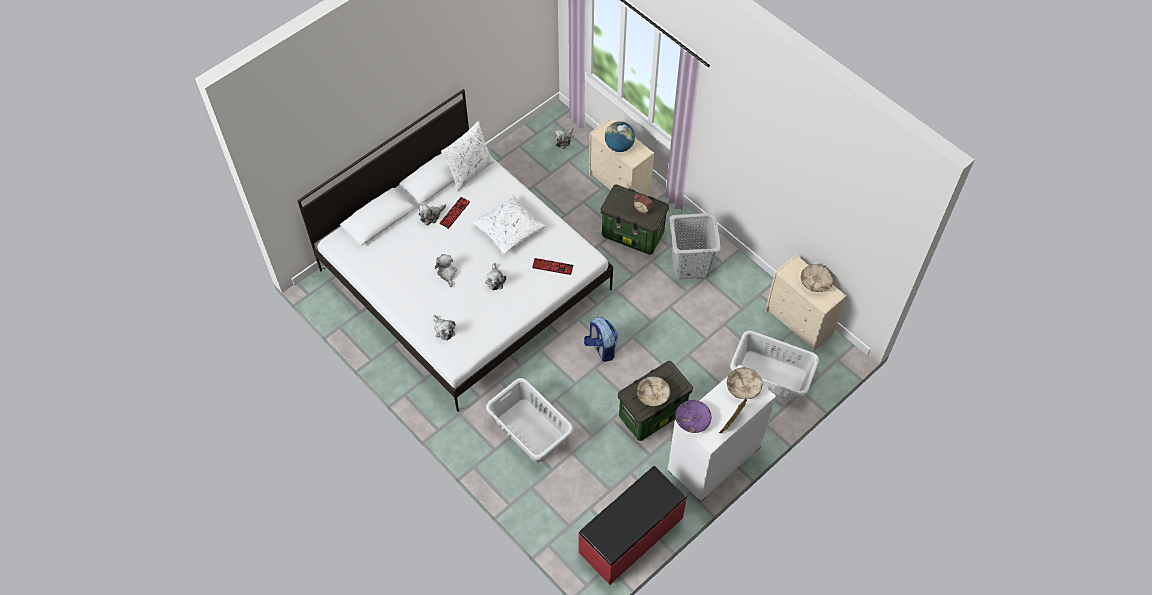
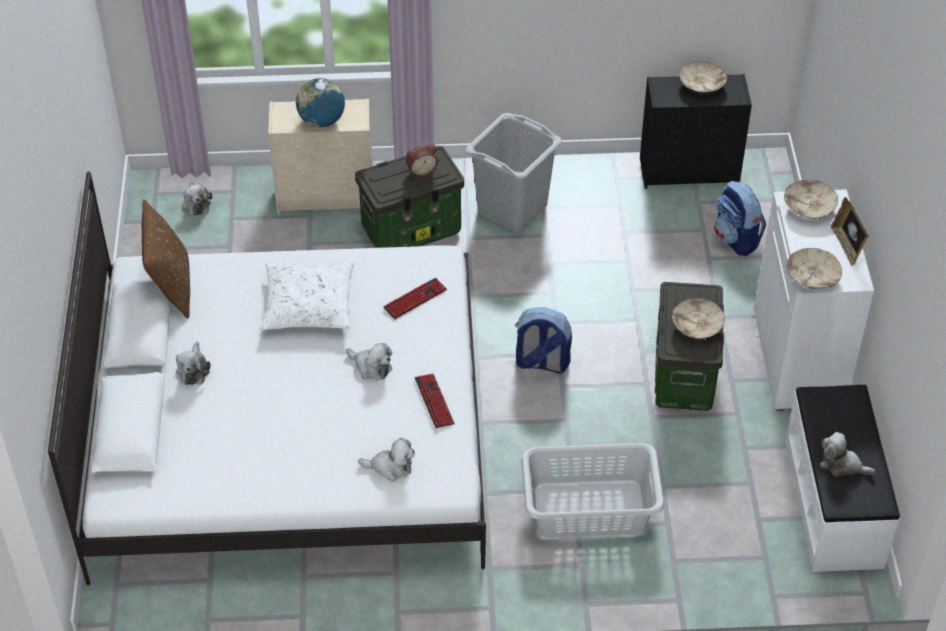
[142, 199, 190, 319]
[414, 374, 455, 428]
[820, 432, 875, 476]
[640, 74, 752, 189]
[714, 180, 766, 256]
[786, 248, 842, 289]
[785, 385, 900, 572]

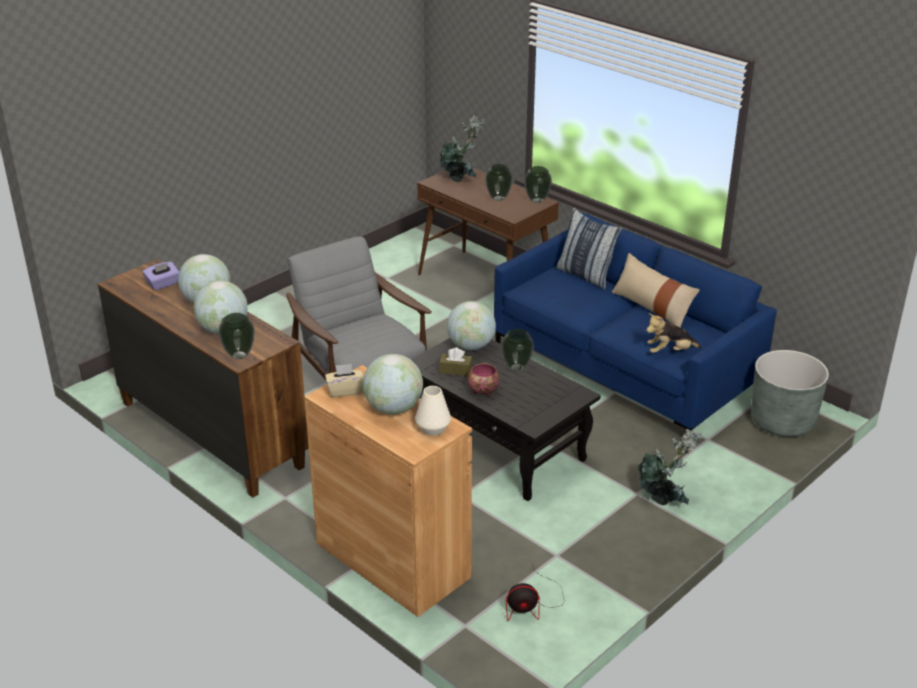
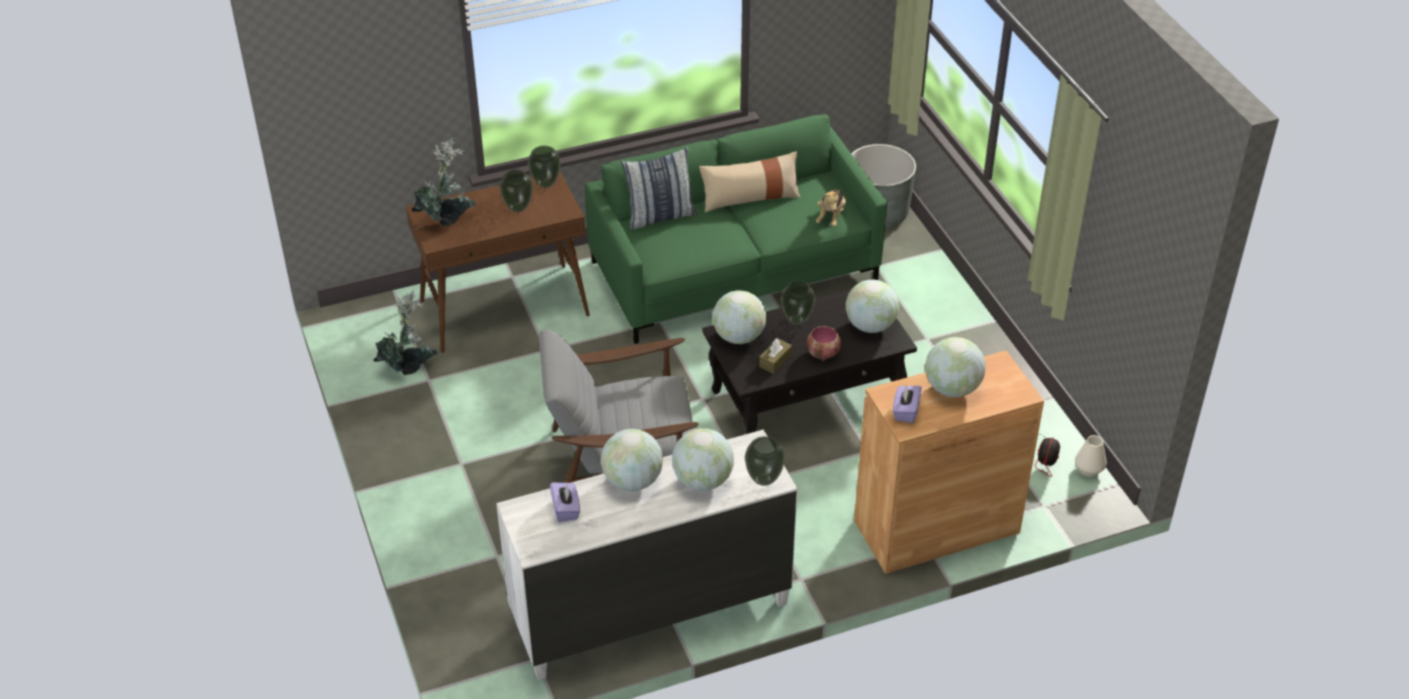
[585, 114, 887, 344]
[496, 430, 797, 680]
[893, 385, 922, 423]
[1075, 435, 1107, 477]
[373, 290, 438, 375]
[846, 280, 899, 333]

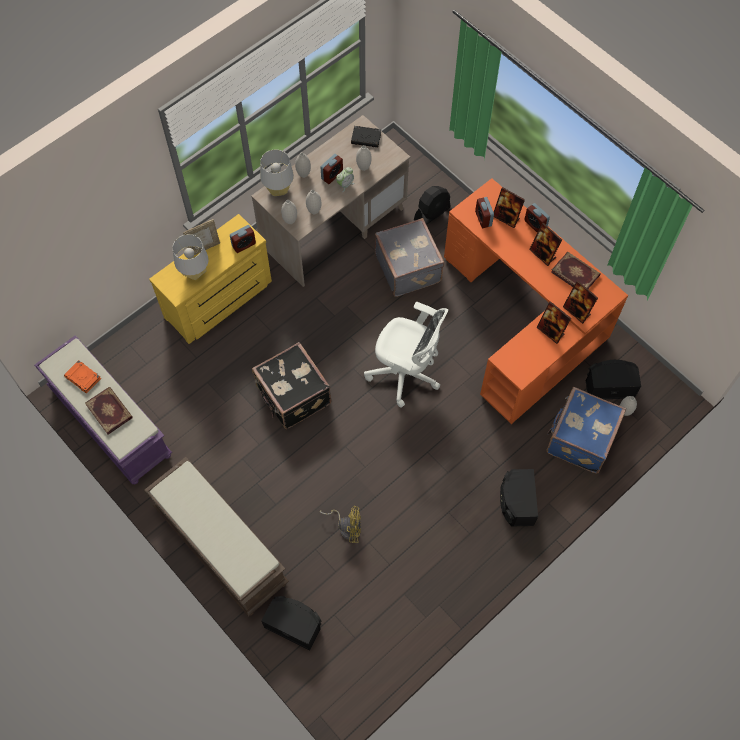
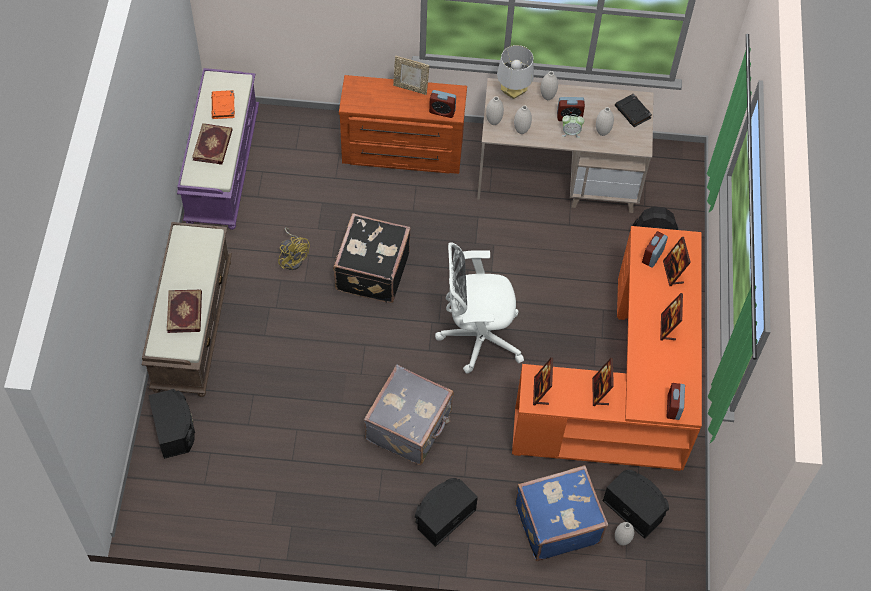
[667, 383, 685, 420]
[339, 75, 467, 174]
[364, 365, 454, 465]
[173, 234, 209, 280] (first image)
[167, 289, 202, 333]
[533, 357, 553, 405]
[435, 243, 524, 374]
[278, 227, 310, 270]

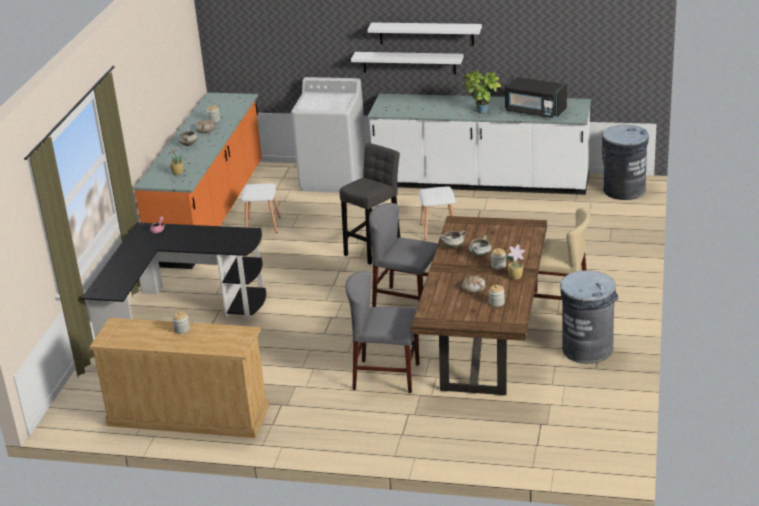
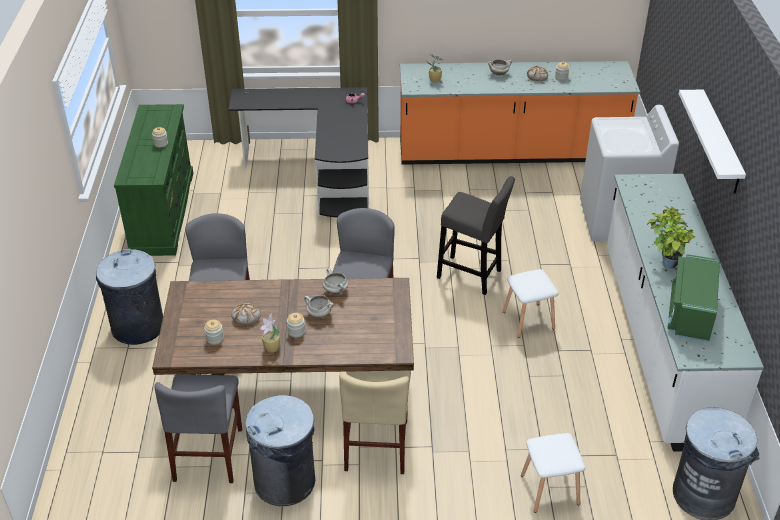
[351, 52, 464, 75] (first image)
[667, 254, 720, 342]
[521, 433, 585, 513]
[114, 104, 193, 256]
[96, 248, 163, 345]
[154, 374, 242, 483]

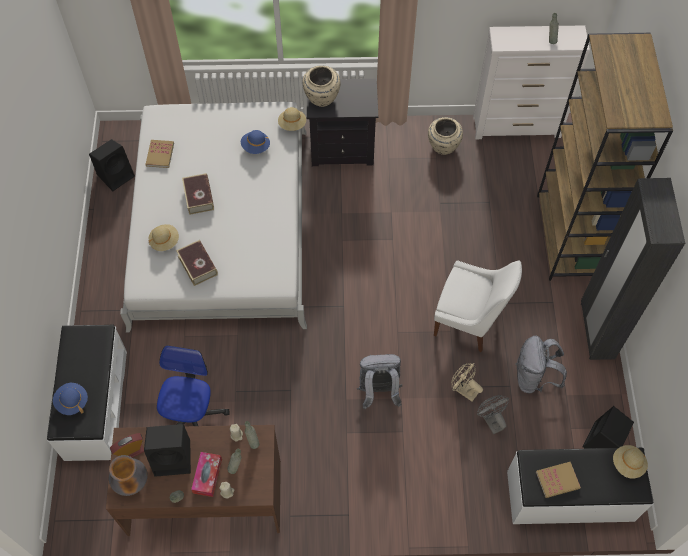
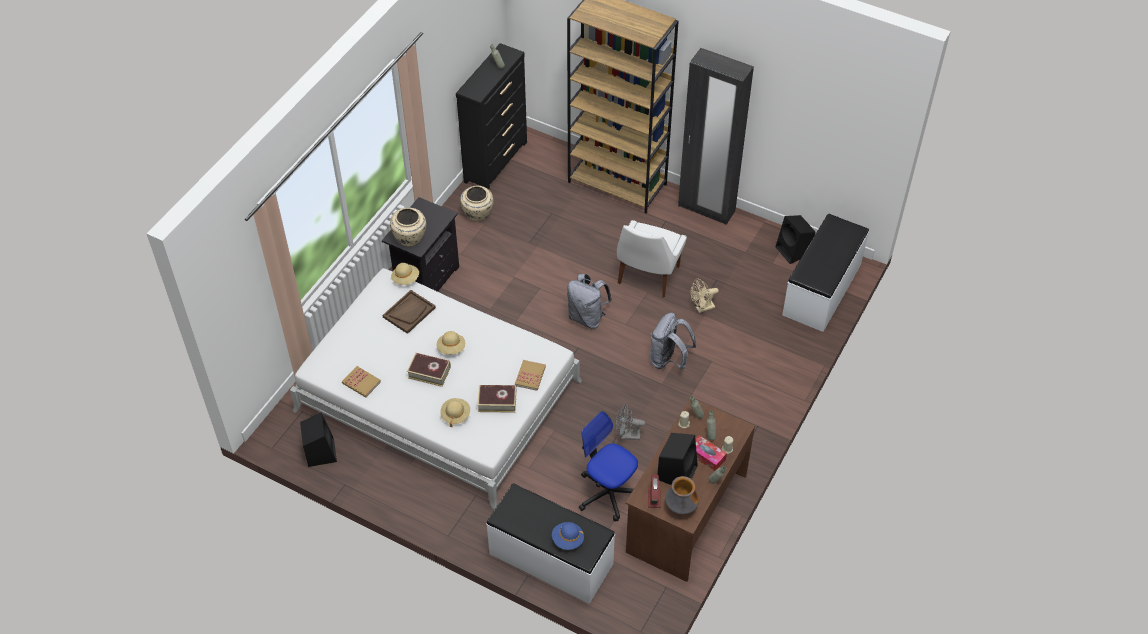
[456, 43, 527, 190]
[383, 290, 436, 334]
[617, 220, 687, 297]
[567, 274, 612, 329]
[615, 404, 646, 440]
[437, 331, 465, 355]
[515, 360, 546, 391]

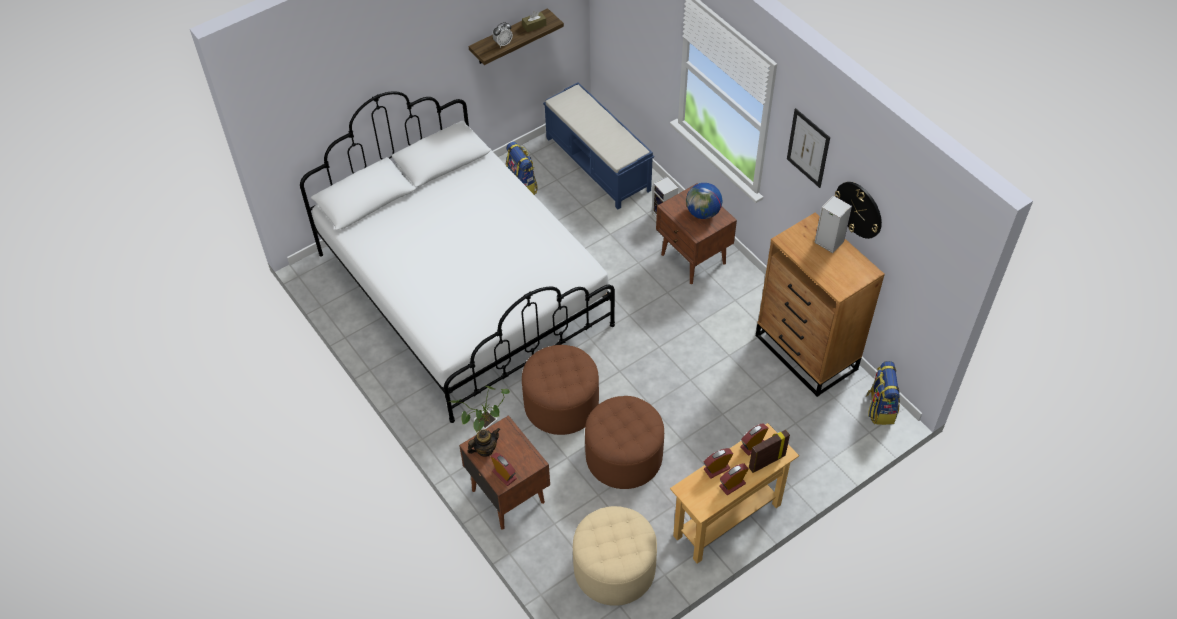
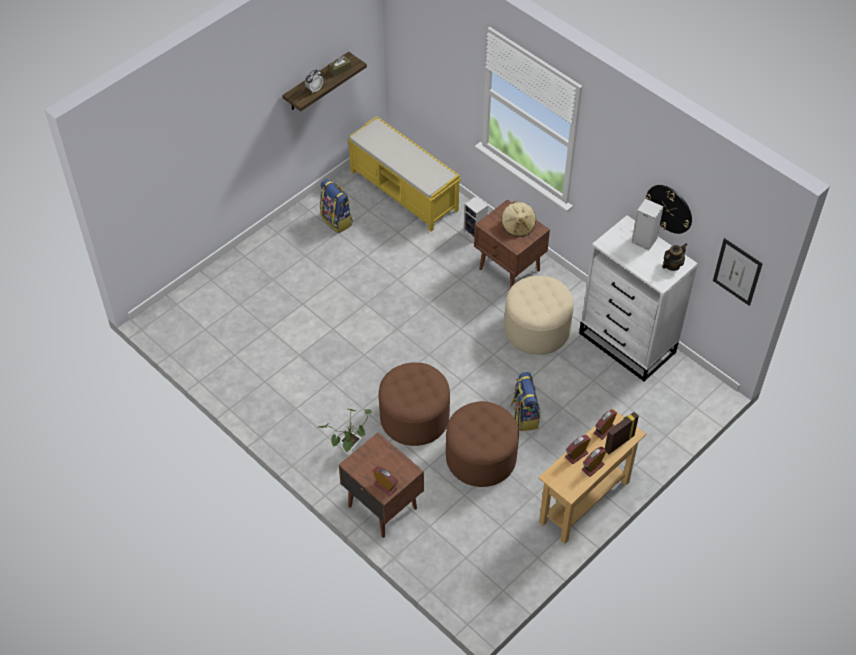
[347, 116, 461, 231]
[300, 92, 615, 423] (first image)
[713, 238, 763, 306]
[501, 201, 536, 237]
[579, 215, 698, 382]
[510, 372, 540, 431]
[662, 243, 687, 271]
[504, 276, 574, 355]

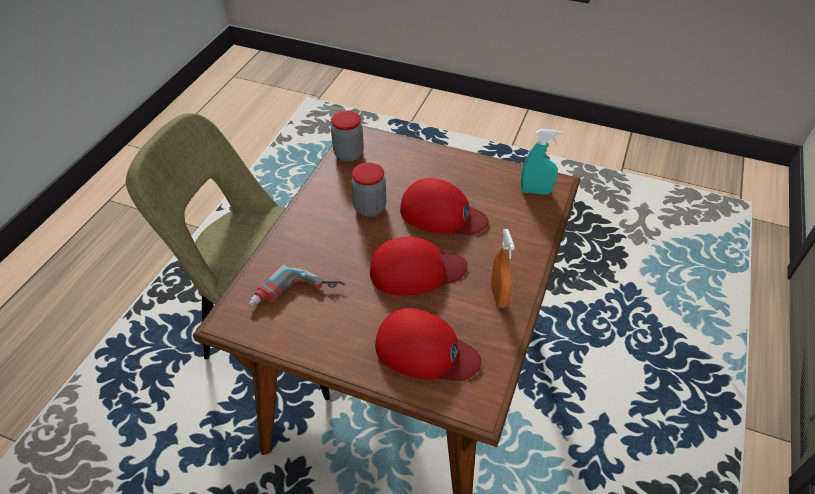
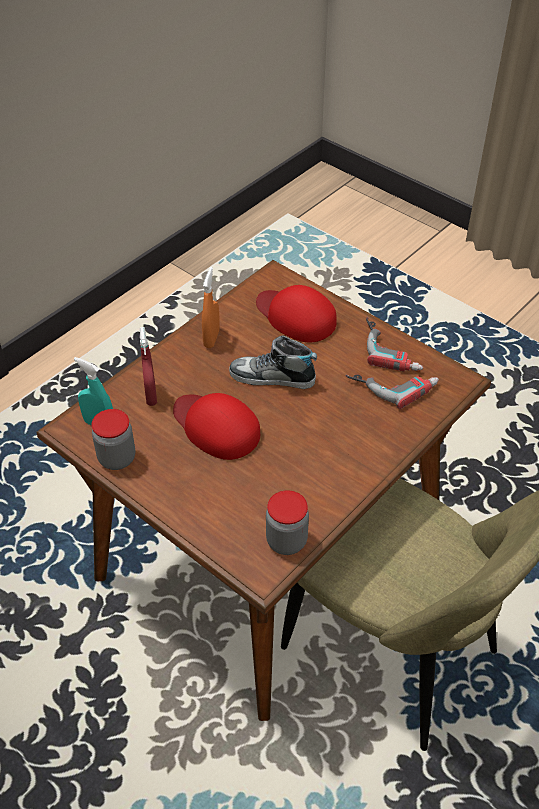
[91, 409, 135, 470]
[229, 335, 317, 389]
[366, 317, 423, 371]
[140, 327, 157, 406]

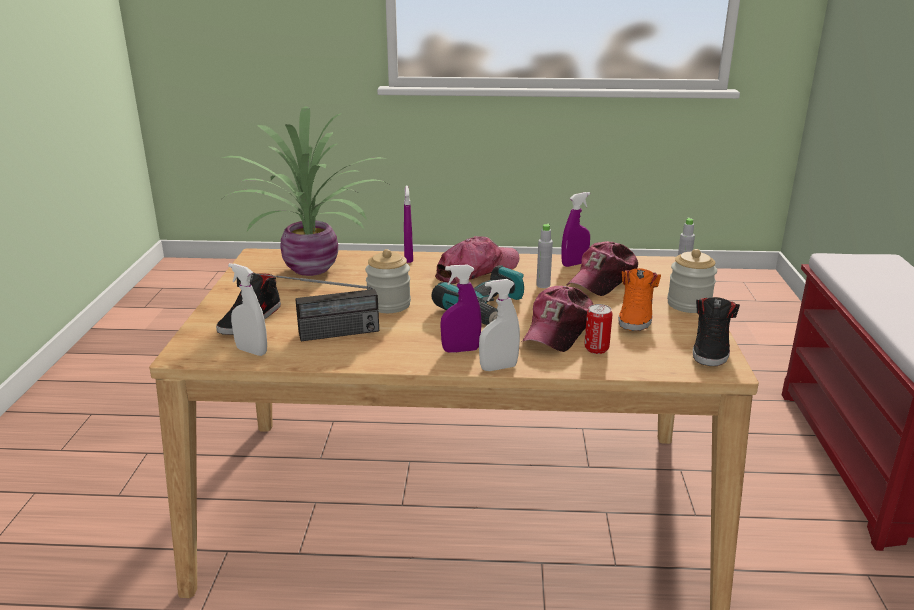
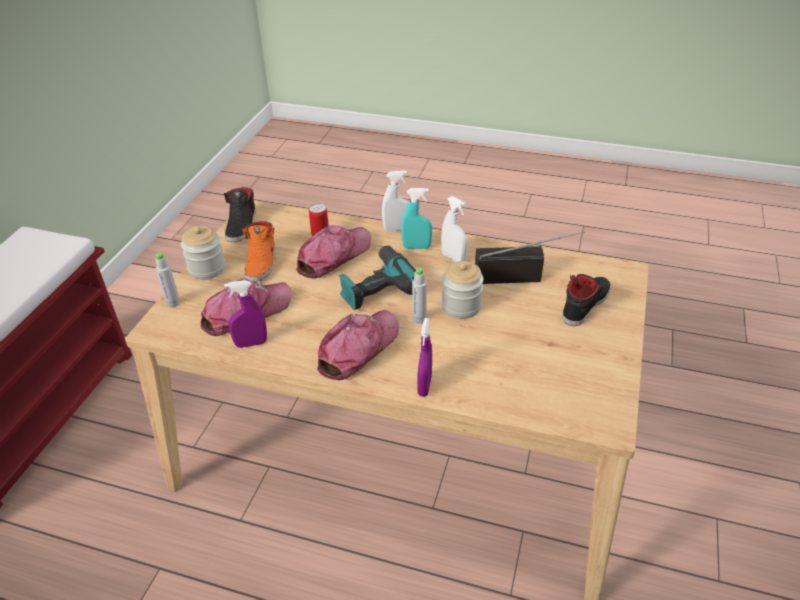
[222, 106, 387, 276] (first image)
[412, 267, 427, 324]
[317, 310, 399, 380]
[441, 196, 467, 262]
[401, 188, 432, 249]
[242, 221, 275, 282]
[224, 187, 256, 242]

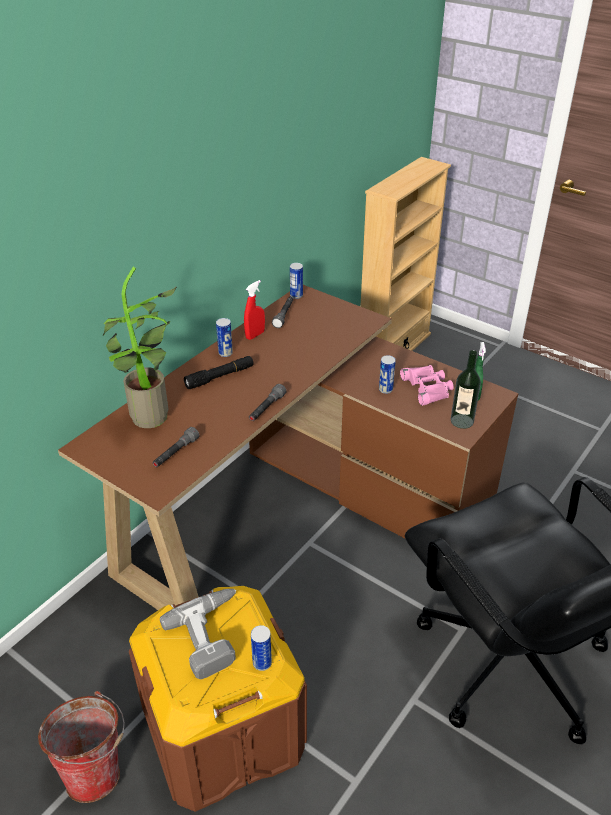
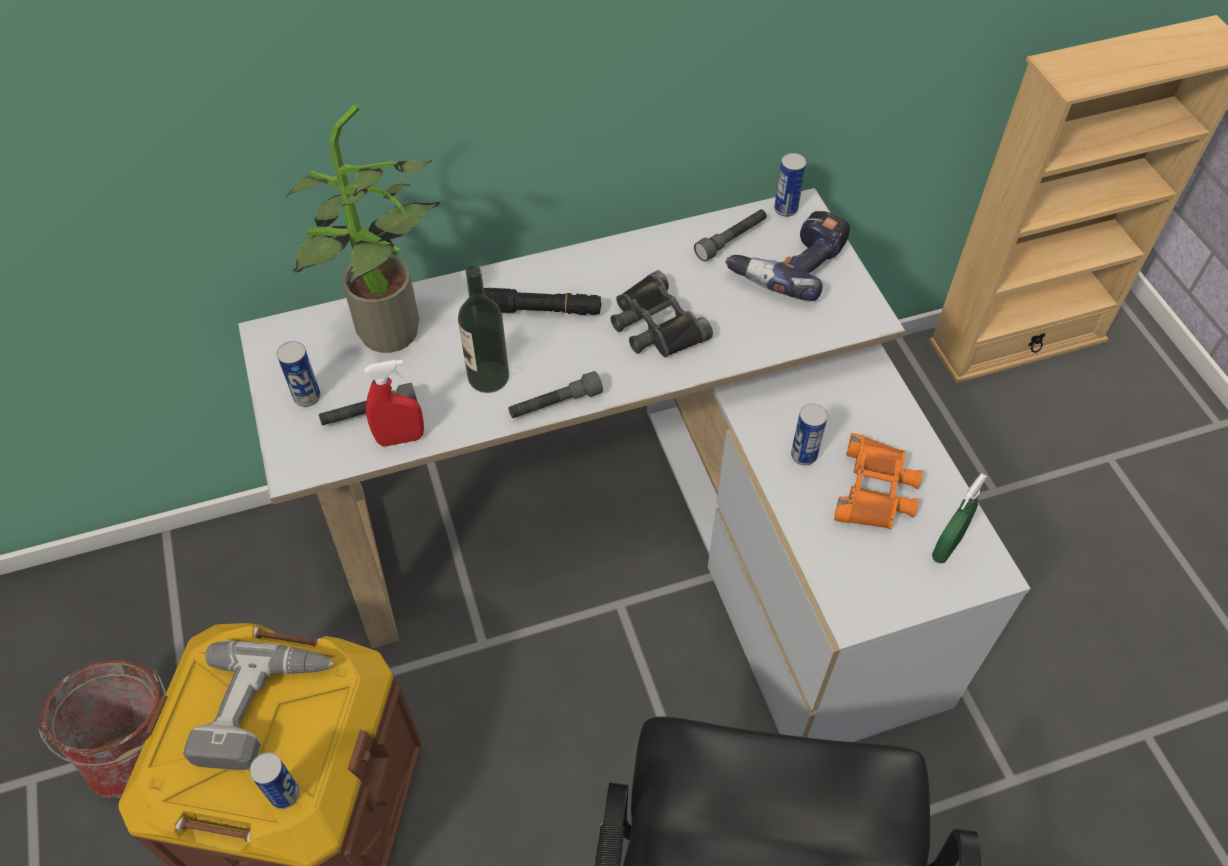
[364, 360, 424, 447]
[238, 188, 1031, 742]
[277, 341, 321, 407]
[458, 266, 509, 393]
[834, 433, 923, 529]
[725, 211, 850, 301]
[611, 270, 713, 357]

